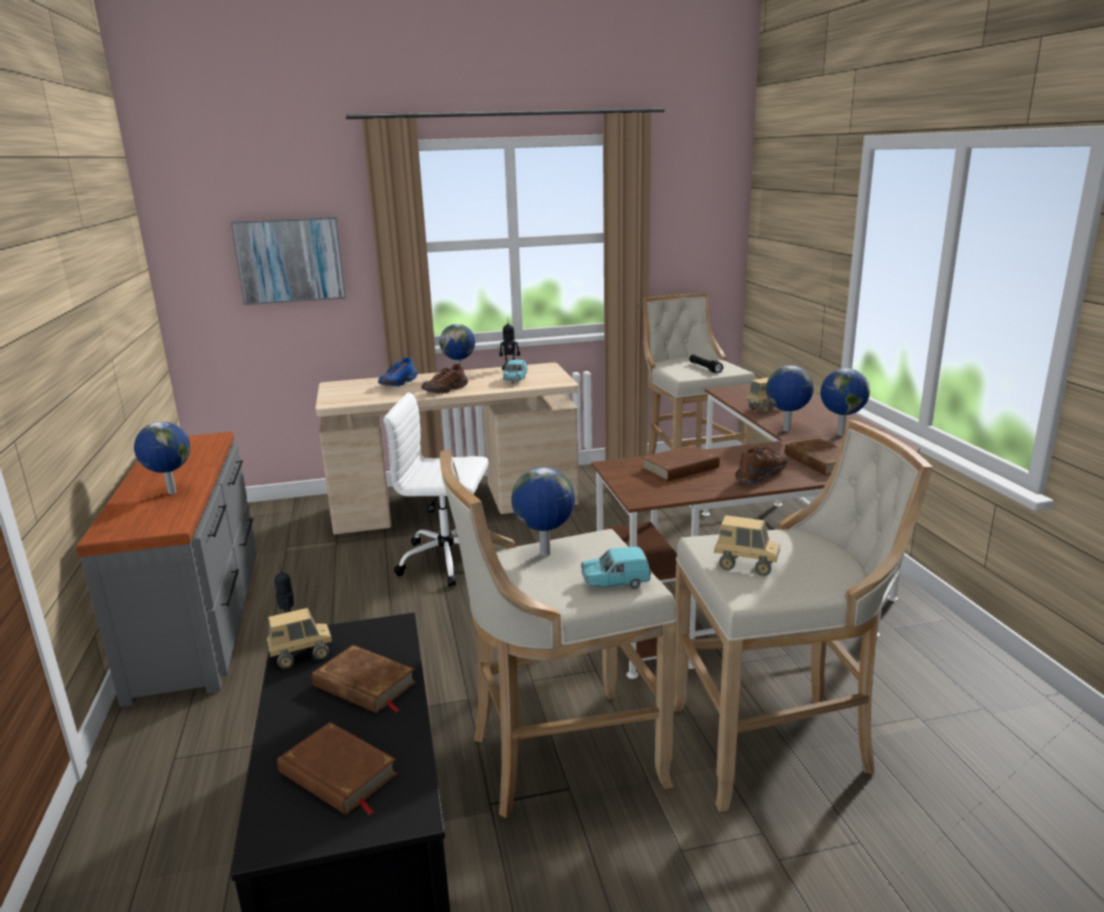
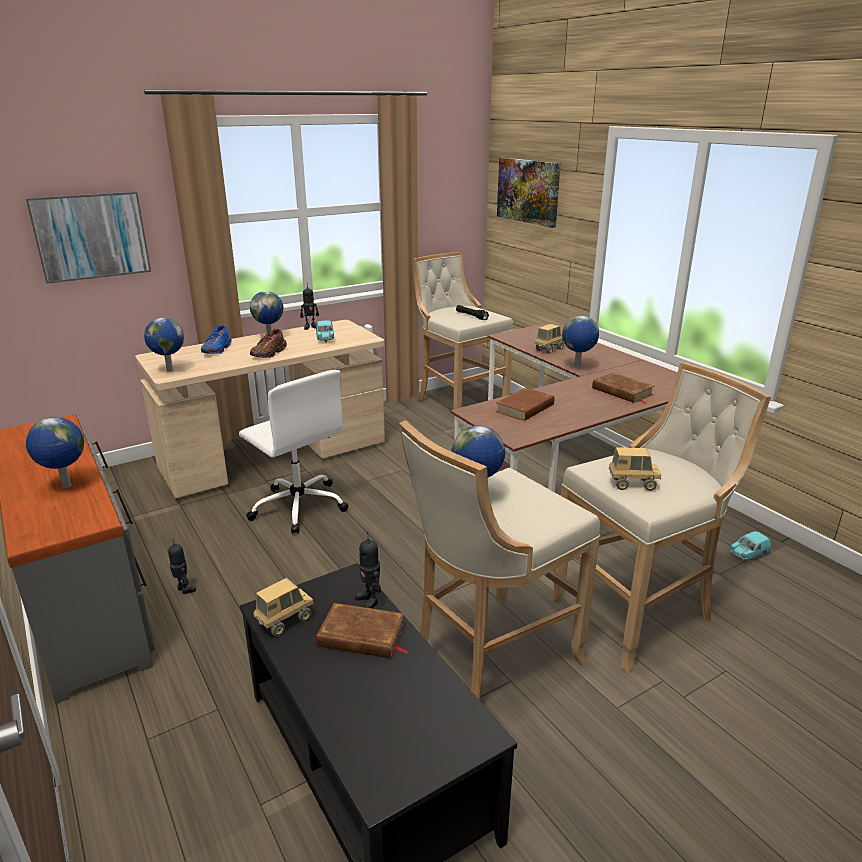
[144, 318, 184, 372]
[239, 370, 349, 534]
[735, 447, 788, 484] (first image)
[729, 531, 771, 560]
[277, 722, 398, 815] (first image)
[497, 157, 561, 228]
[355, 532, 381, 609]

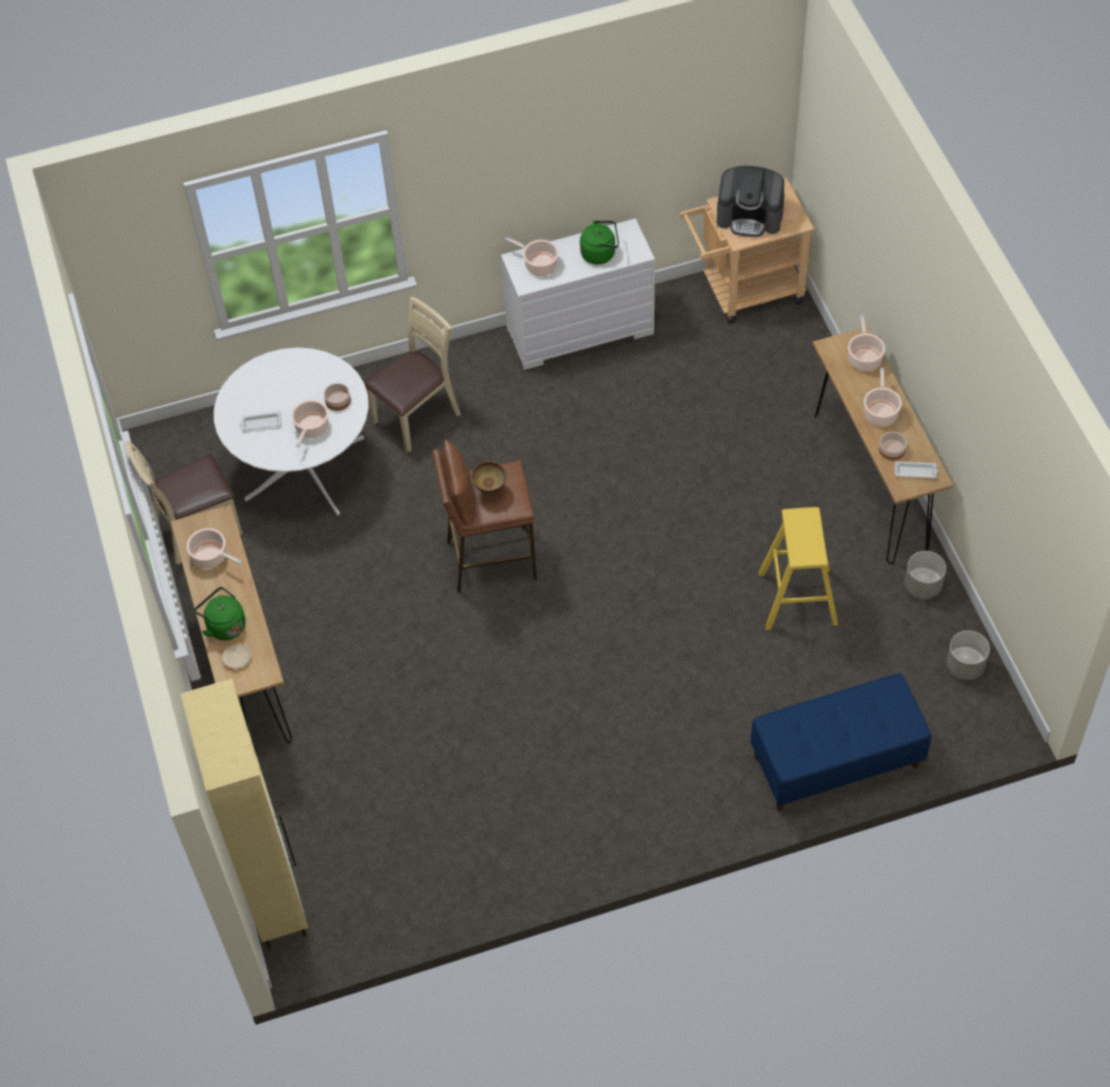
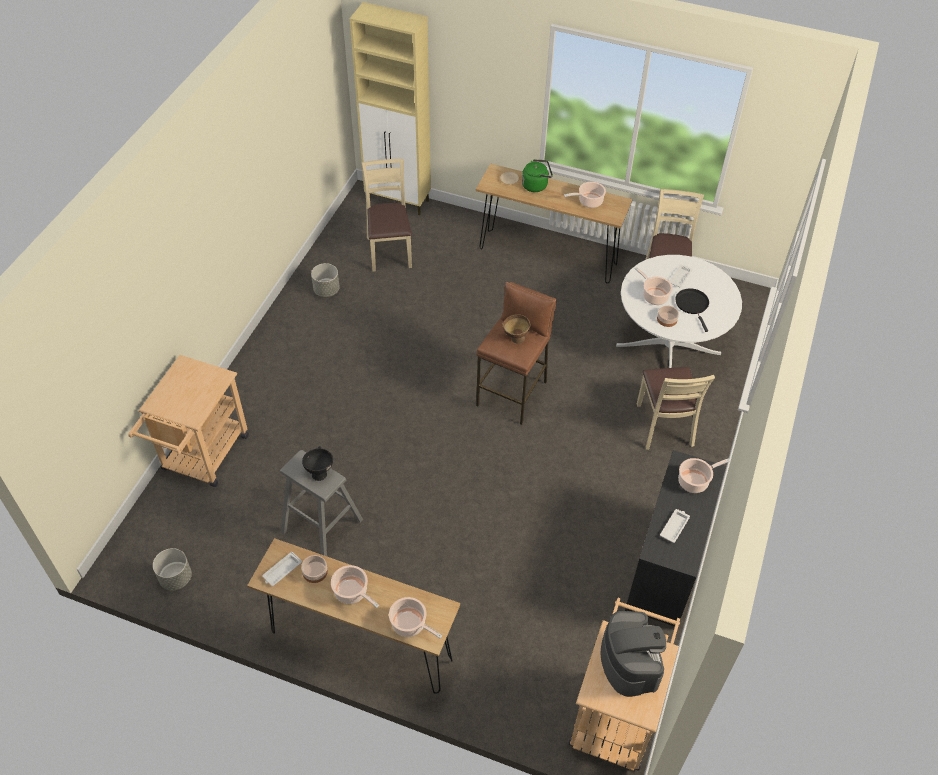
[601, 611, 666, 697]
[625, 450, 726, 628]
[660, 509, 690, 543]
[280, 450, 363, 556]
[311, 263, 340, 297]
[128, 355, 249, 487]
[361, 159, 412, 272]
[675, 288, 709, 332]
[302, 447, 333, 481]

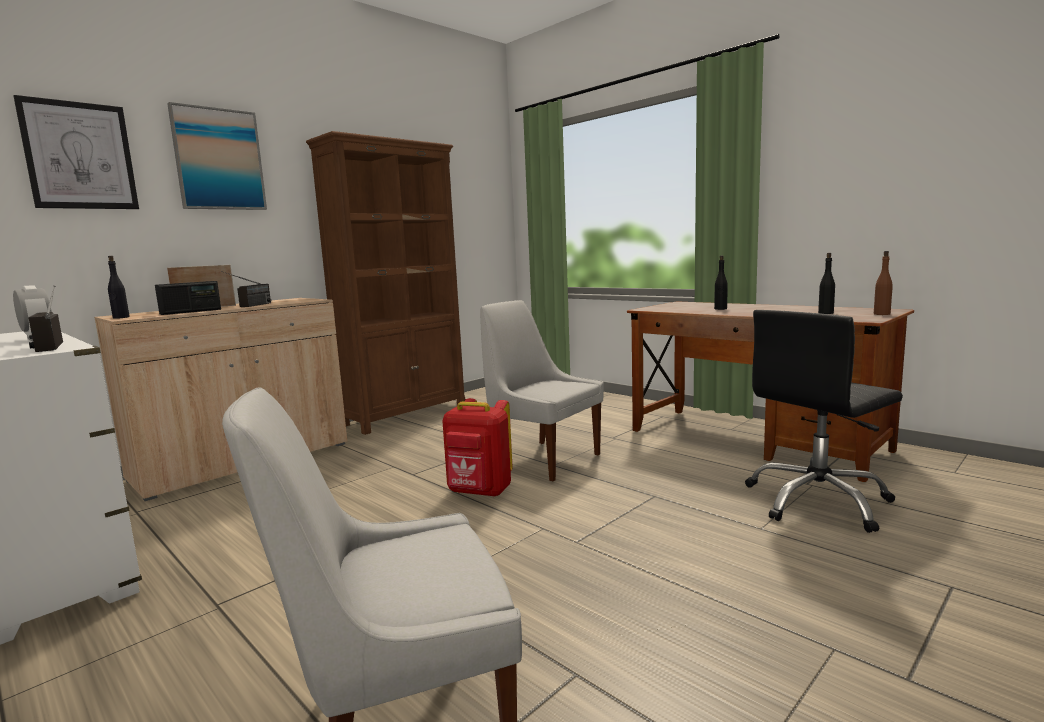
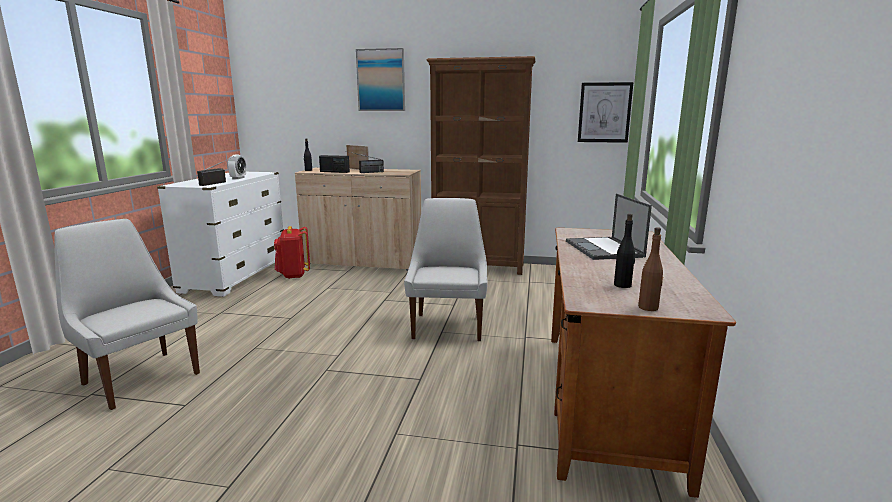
[578, 82, 633, 143]
[566, 194, 652, 260]
[745, 310, 903, 533] (first image)
[274, 226, 310, 279]

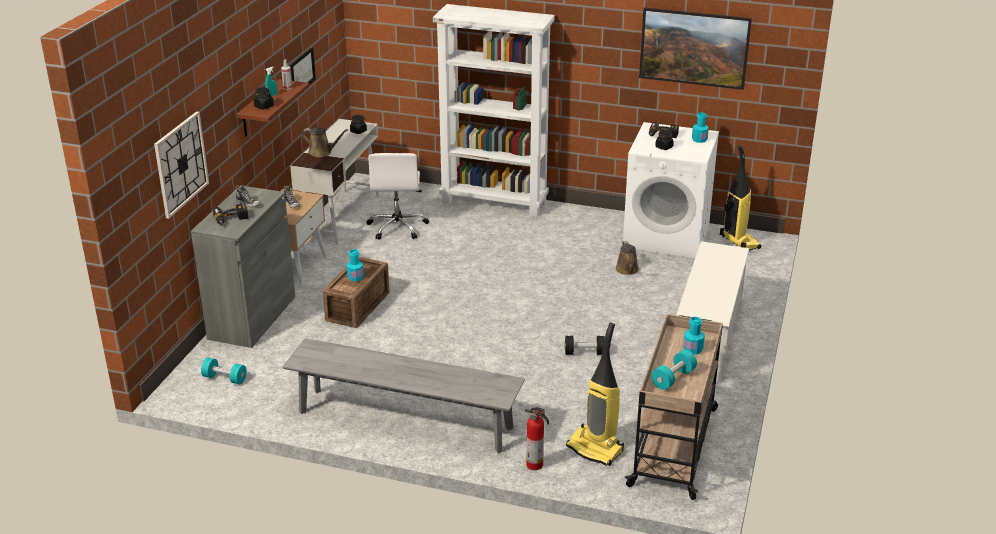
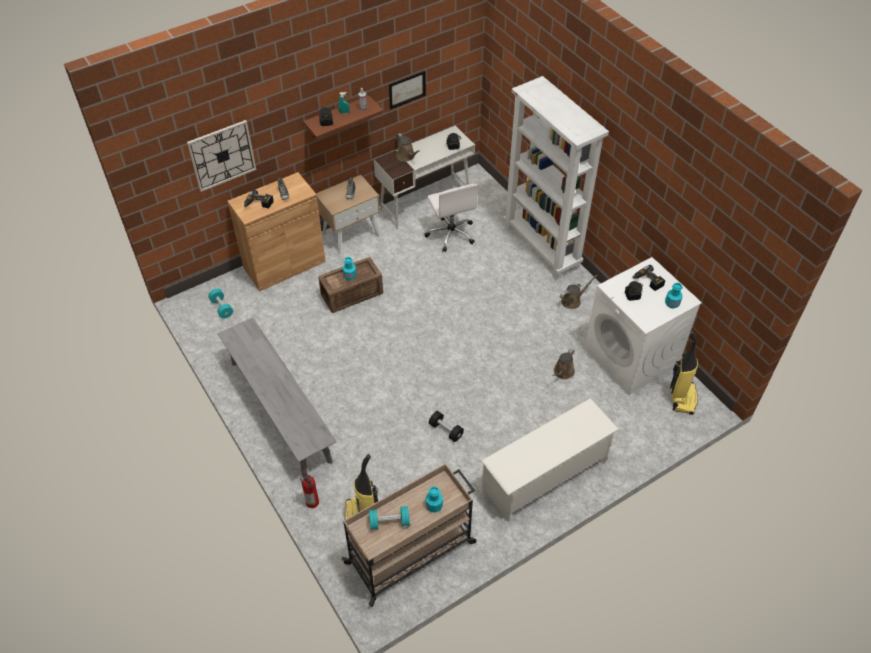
[639, 8, 752, 90] (first image)
[425, 184, 478, 252]
[228, 172, 326, 291]
[560, 275, 597, 309]

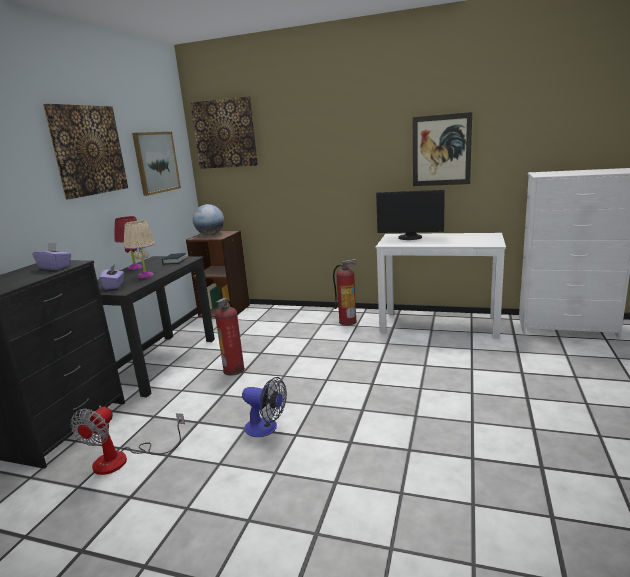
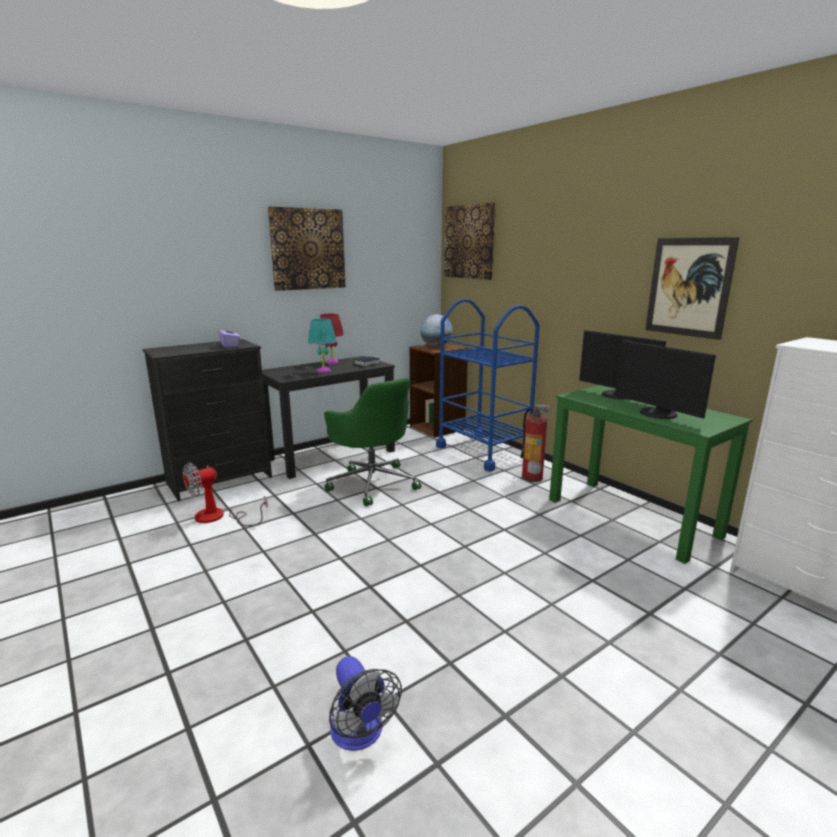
[132, 132, 181, 196] (first image)
[308, 319, 336, 373]
[549, 385, 752, 564]
[99, 264, 124, 290] (first image)
[324, 377, 421, 506]
[329, 656, 402, 751]
[436, 299, 540, 471]
[615, 340, 716, 419]

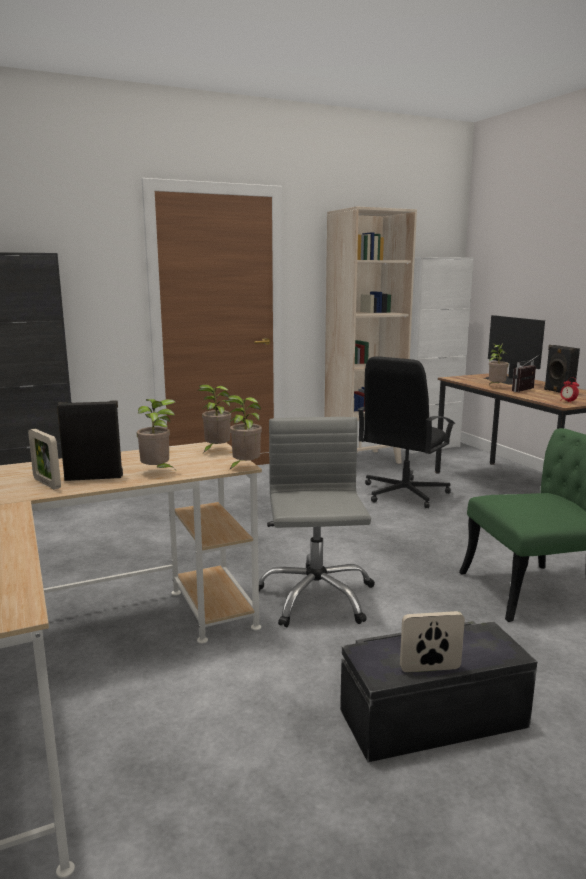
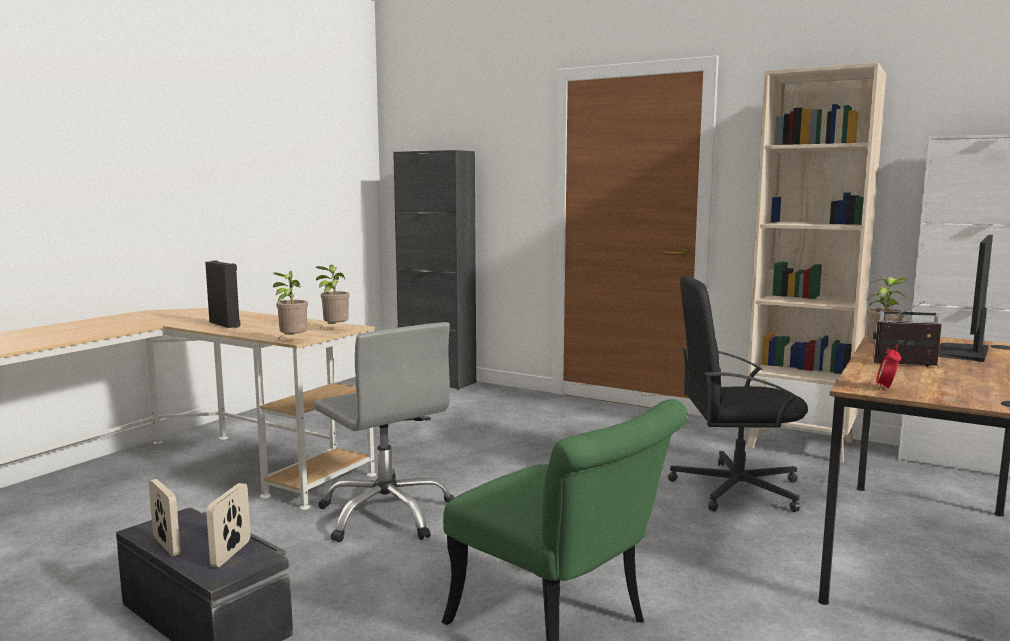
[544, 345, 580, 393] (first image)
[137, 399, 175, 469] (first image)
[314, 322, 455, 542]
[206, 483, 250, 567]

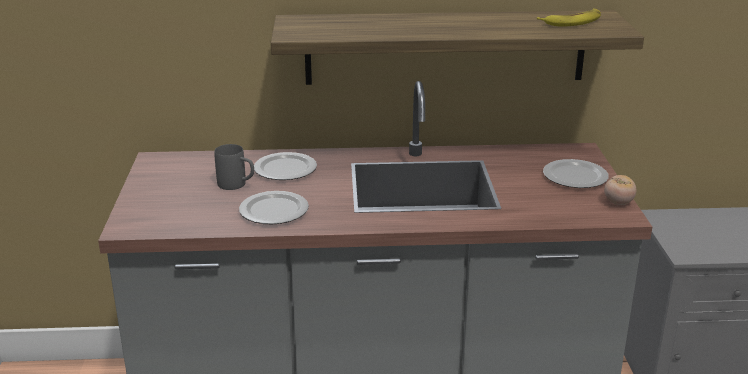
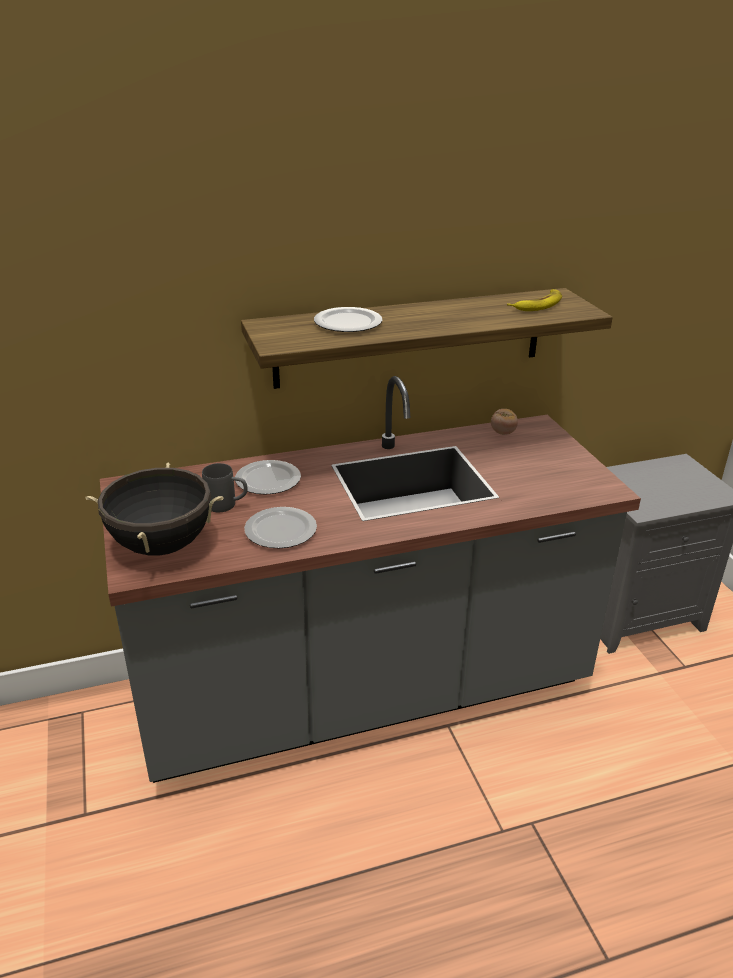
[314, 307, 382, 332]
[491, 409, 518, 435]
[86, 462, 224, 556]

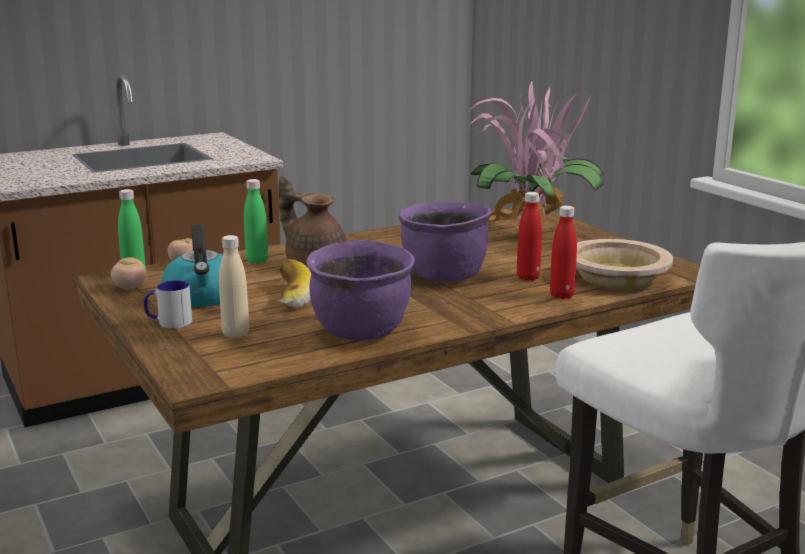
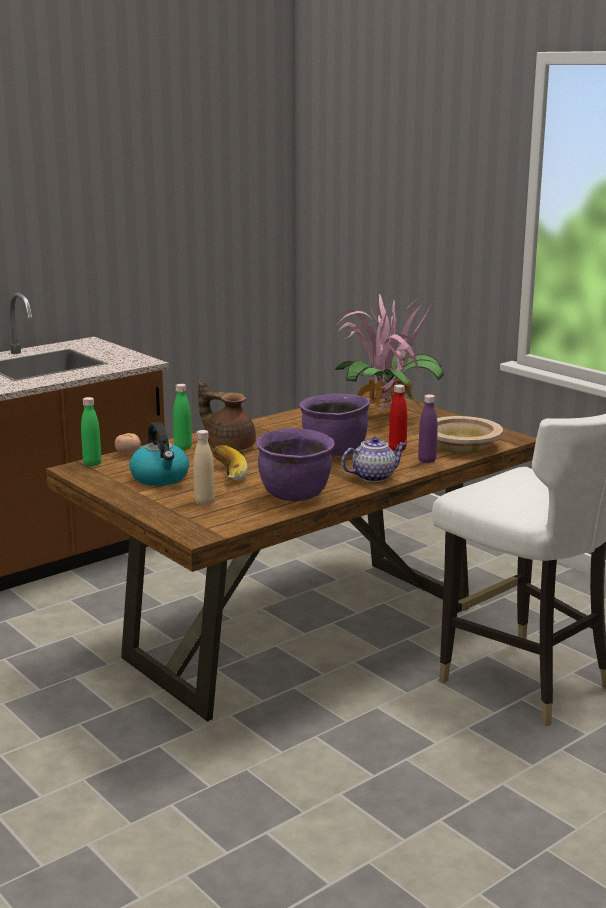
[418, 394, 438, 463]
[111, 257, 146, 289] (first image)
[144, 280, 192, 329] (first image)
[341, 437, 406, 482]

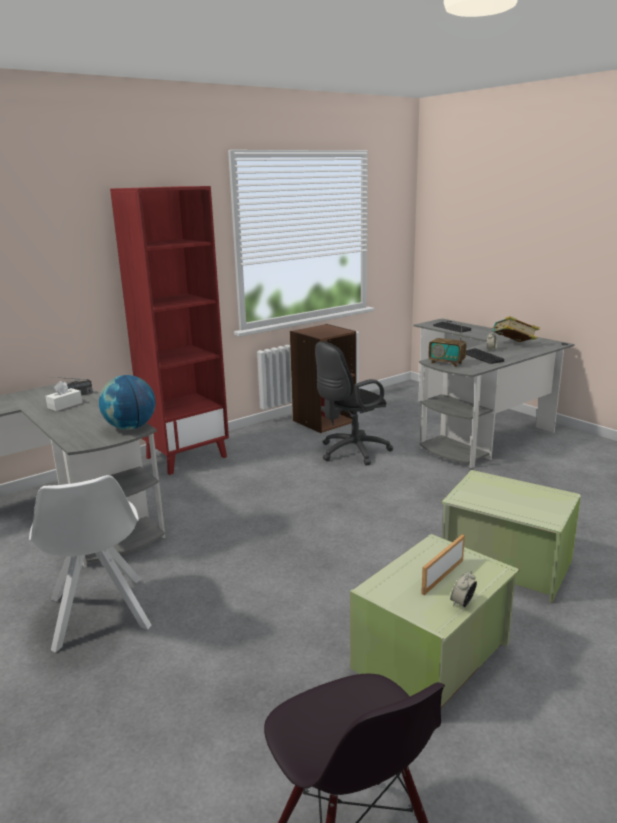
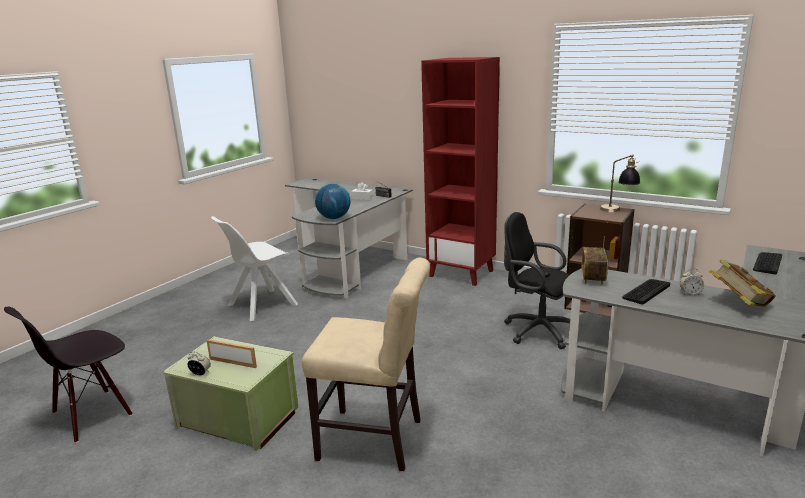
[302, 258, 430, 471]
[600, 154, 640, 212]

